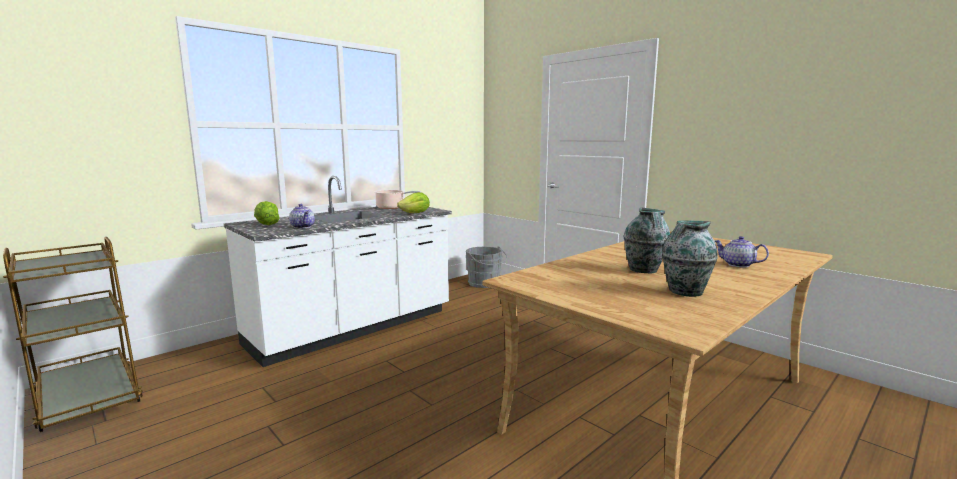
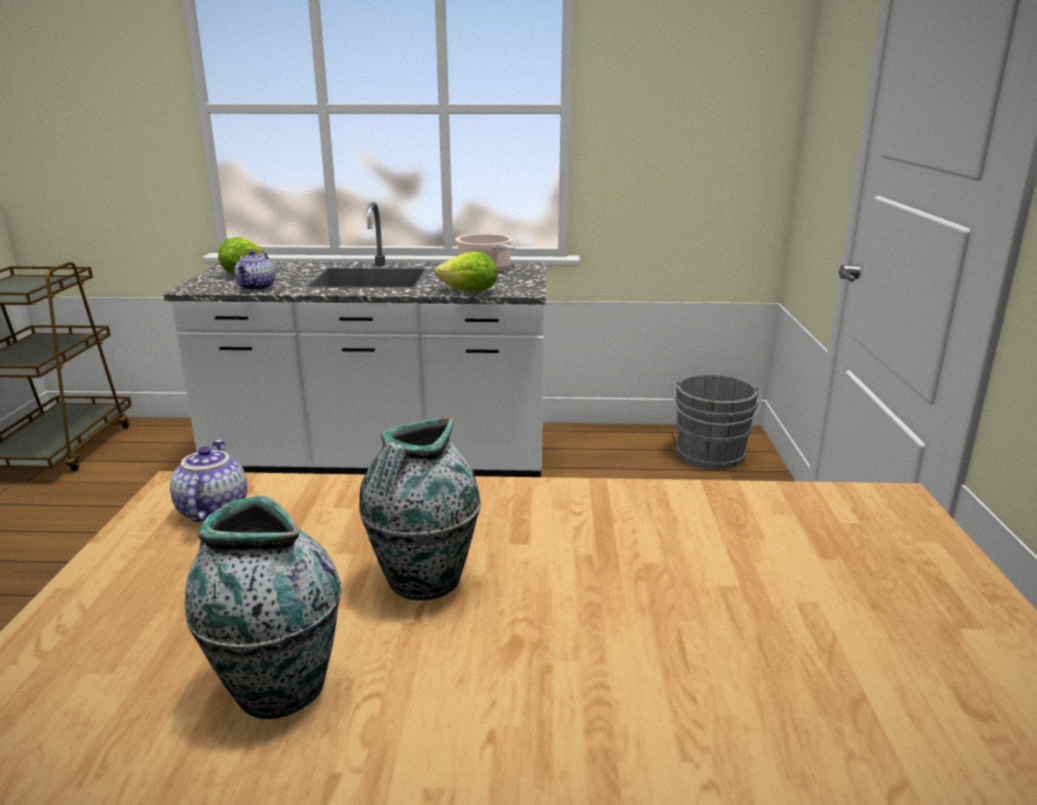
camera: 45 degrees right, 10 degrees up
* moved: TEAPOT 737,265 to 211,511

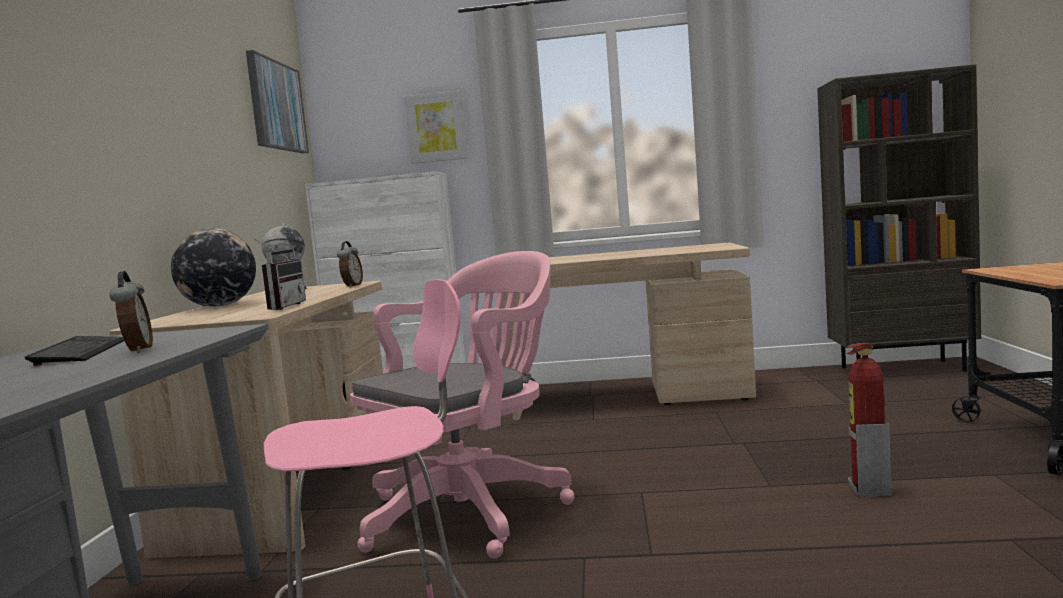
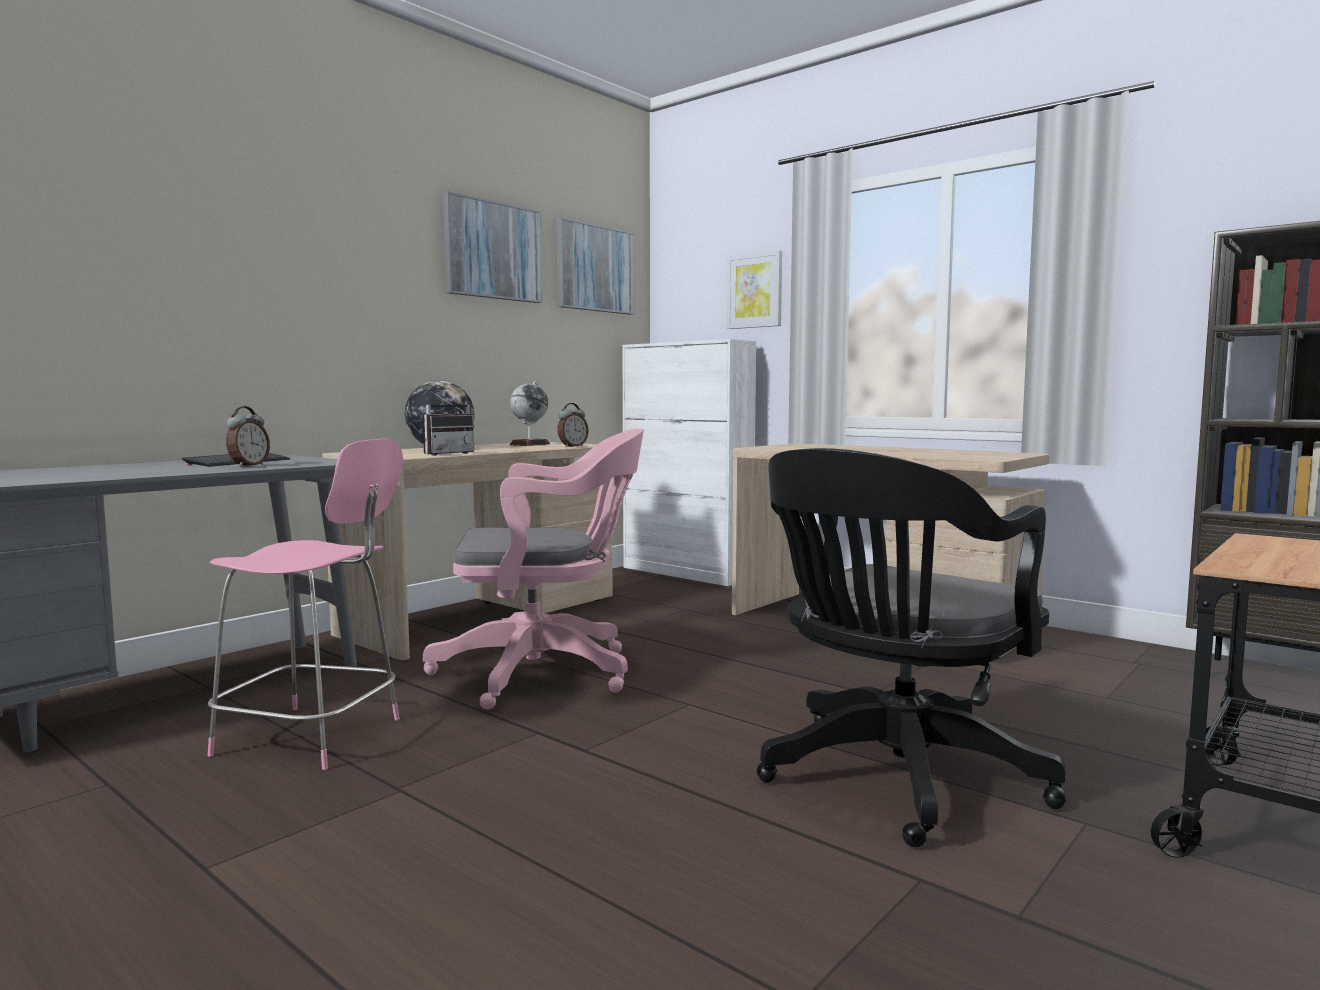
camera: 35 degrees right, 0 degrees up
* replaced: FIRE EXTINGUISHER 868,490 to BLACK OFFICE CHAIR 894,780
* added: PICTURE 492,250

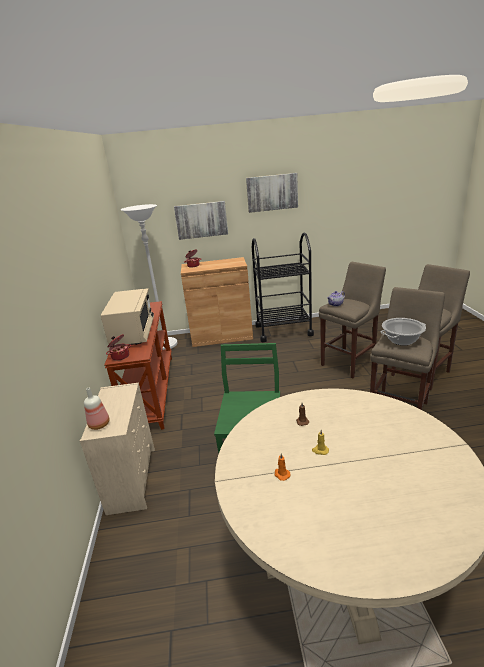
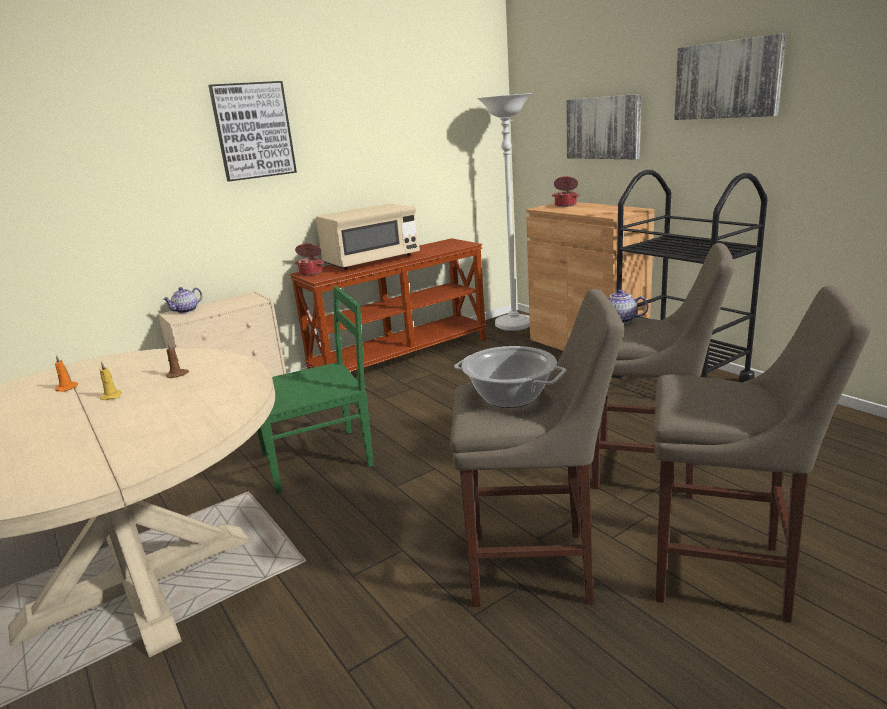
camera: 60 degrees right, 5 degrees down
* replaced: BOTTLE 100,424 to TEAPOT 186,311
* added: PICTURE 253,131

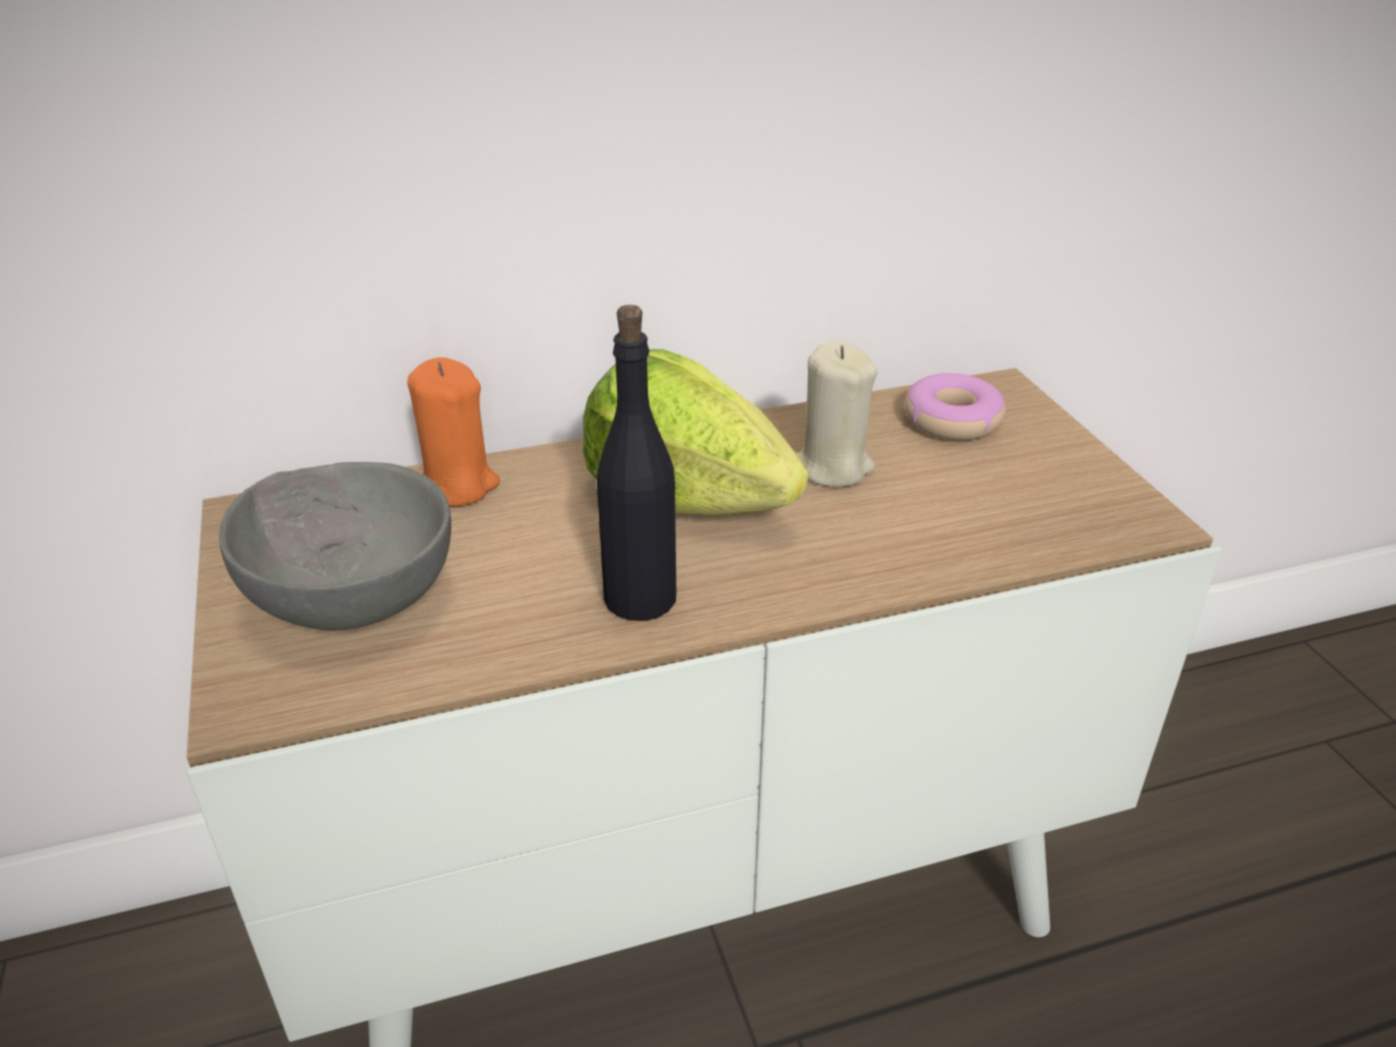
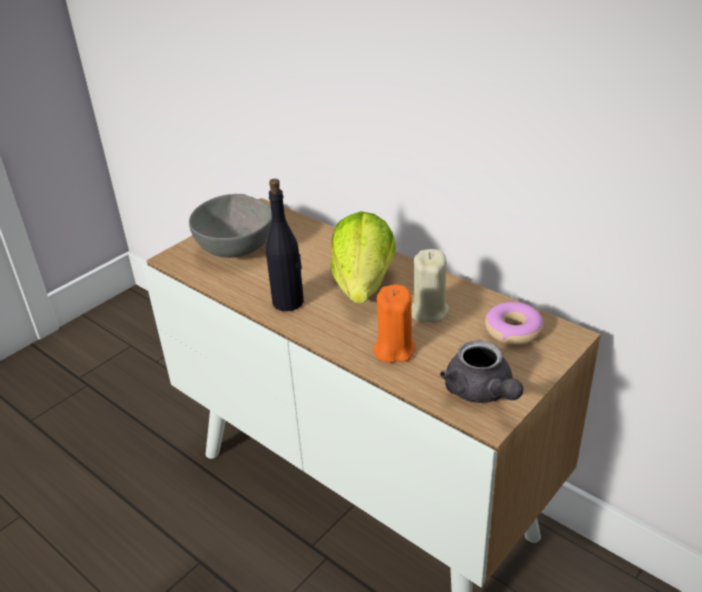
camera: 60 degrees right, 0 degrees up
* moved: ORANGE CANDLE 456,485 to 394,349
* added: GREY TEAPOT 481,392

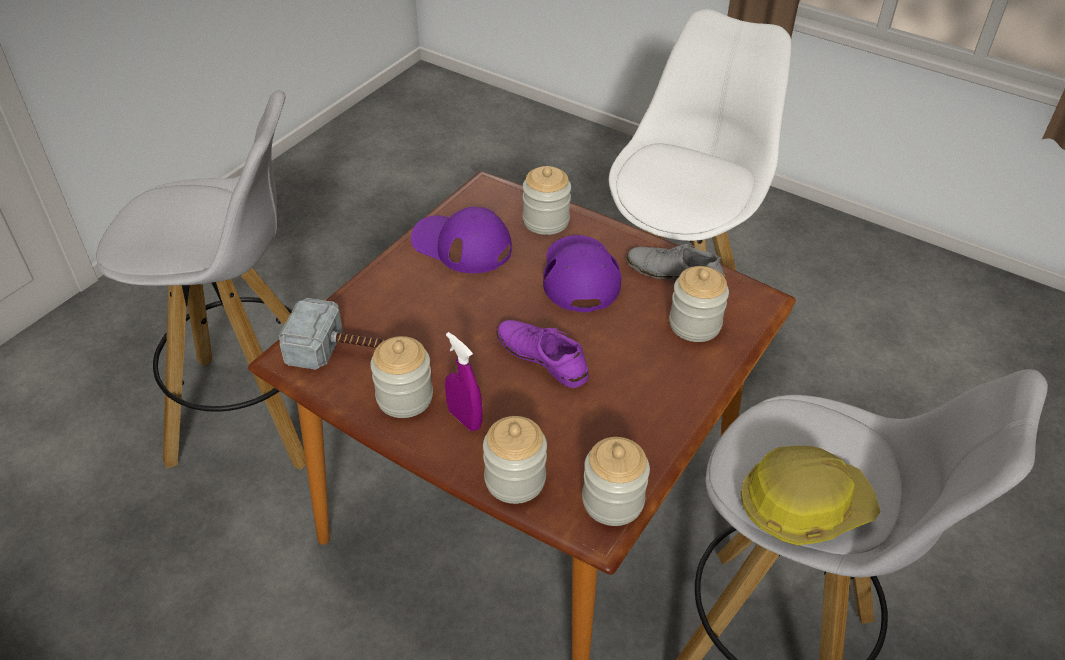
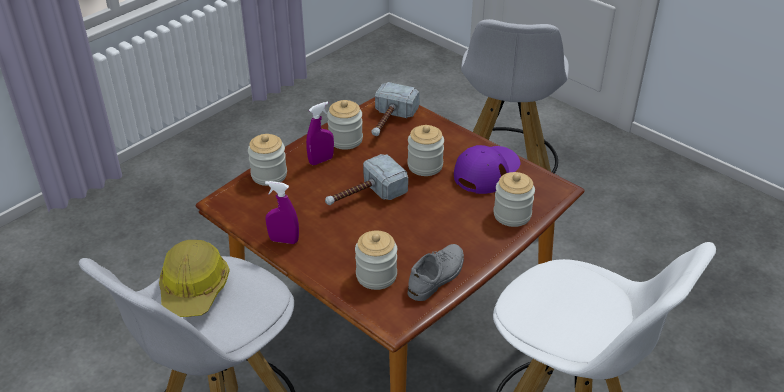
camera: 100 degrees right, 5 degrees down
* replaced: PURPLE SHOE 542,357 to HAMMER 363,196
* removed: PURPLE CAP 580,275
* moved: JAR 613,501 to 425,166
* added: PURPLE SPRAY BOTTLE 284,240

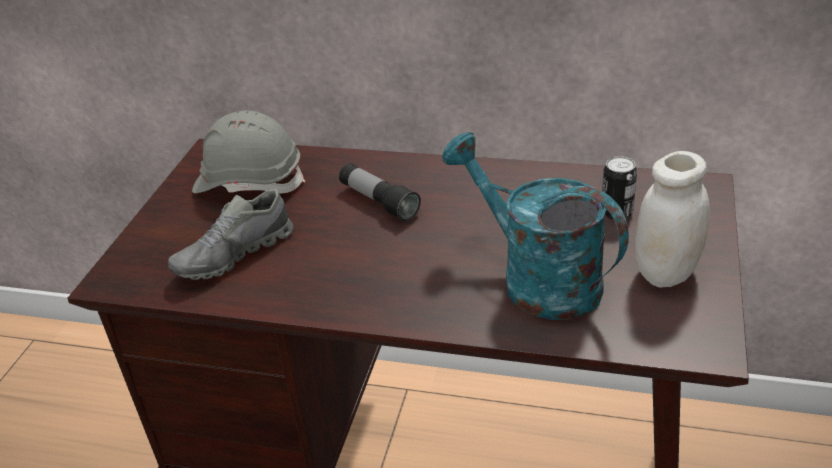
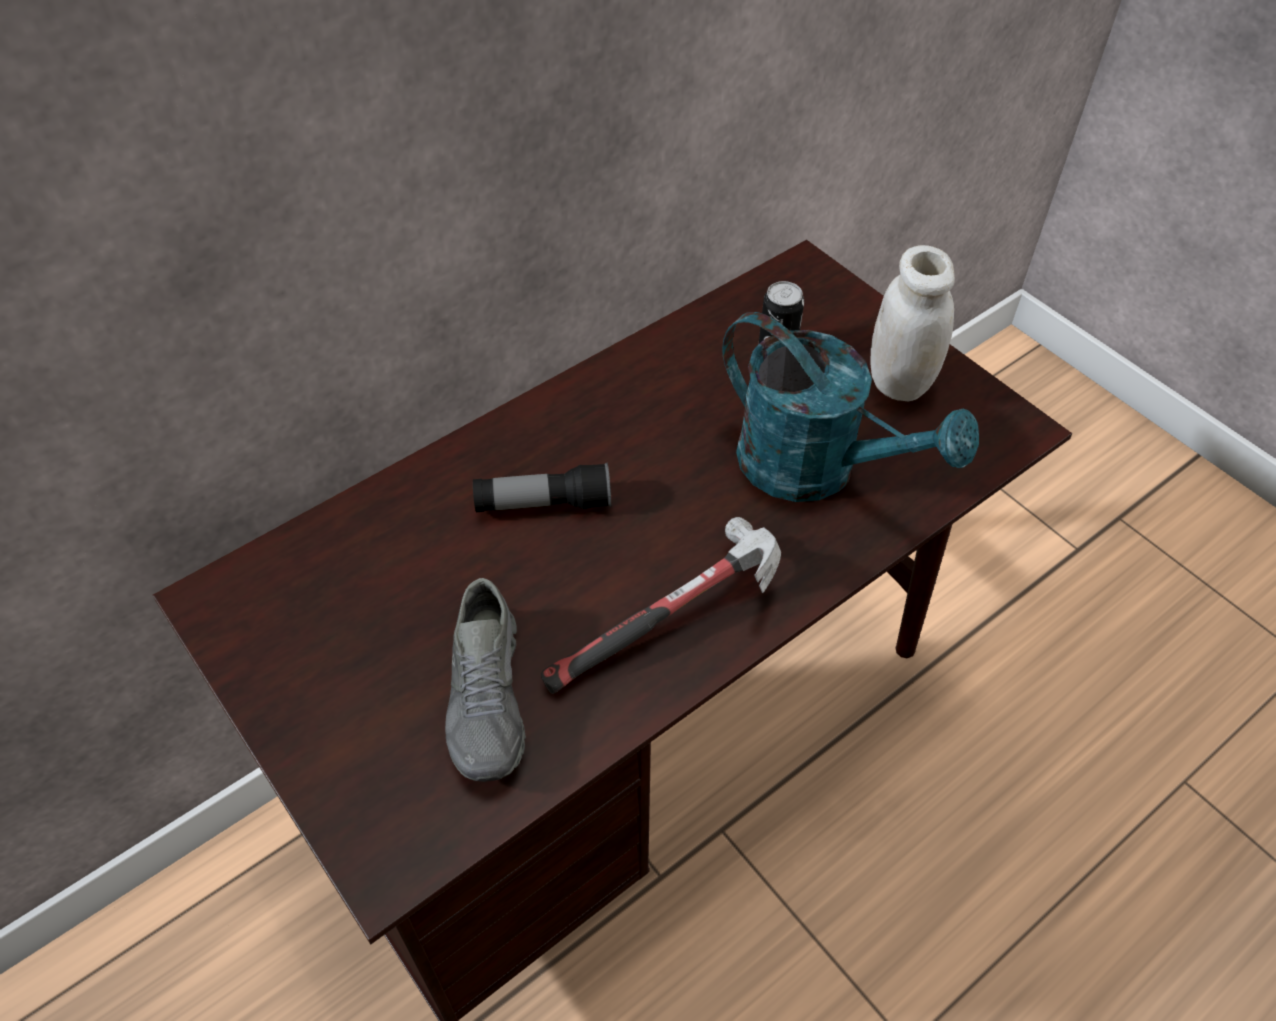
camera: 55 degrees left, 15 degrees up
* removed: GREY HARD HAT 249,182
* turned: TURQUOISE WATERING CAN 536,278 = 816,469 135 degrees counterclockwise
* added: HAMMER 670,622

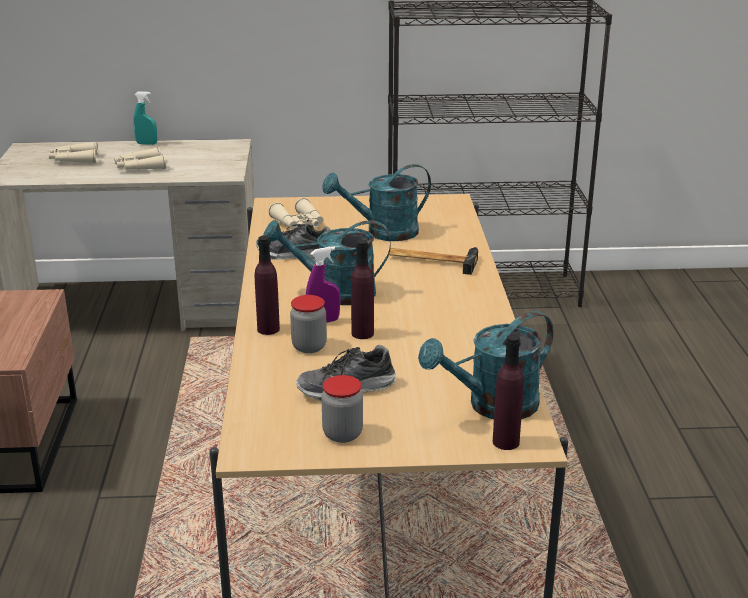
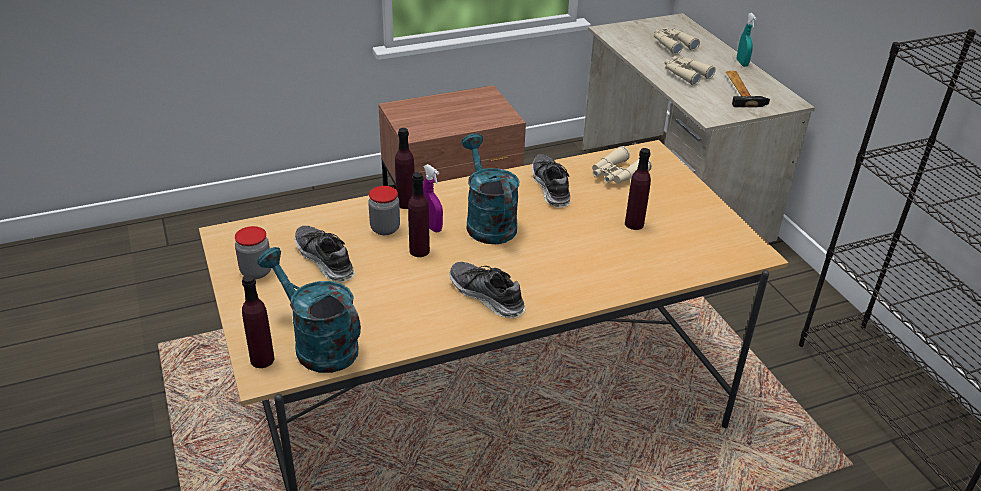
camera: 70 degrees right, 10 degrees up
* replaced: TURQUOISE WATERING CAN 383,233 to PURPLE BOTTLE 634,224
* moved: HAMMER 432,260 to 741,91
* added: SHOE 486,296

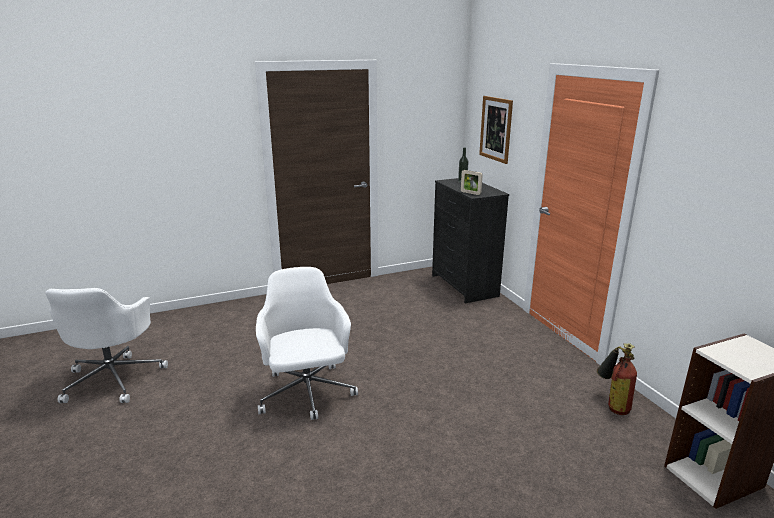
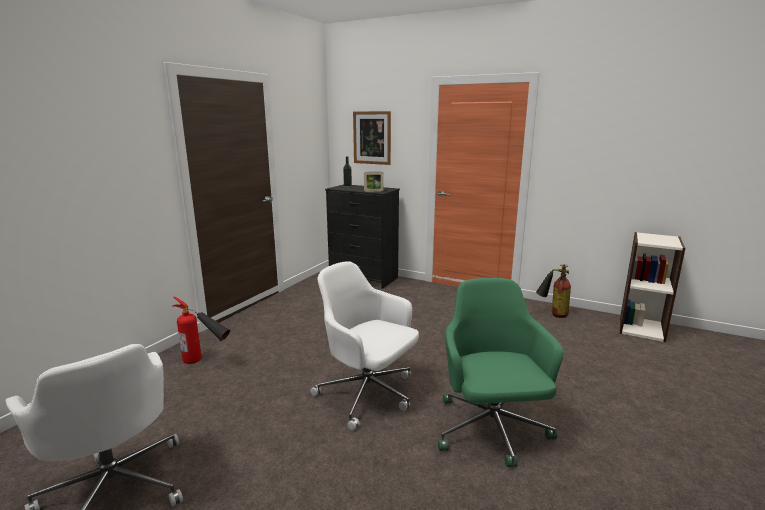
camera: 40 degrees left, 5 degrees down
* added: FIRE EXTINGUISHER 205,362
* added: GREEN OFFICE CHAIR 491,430

